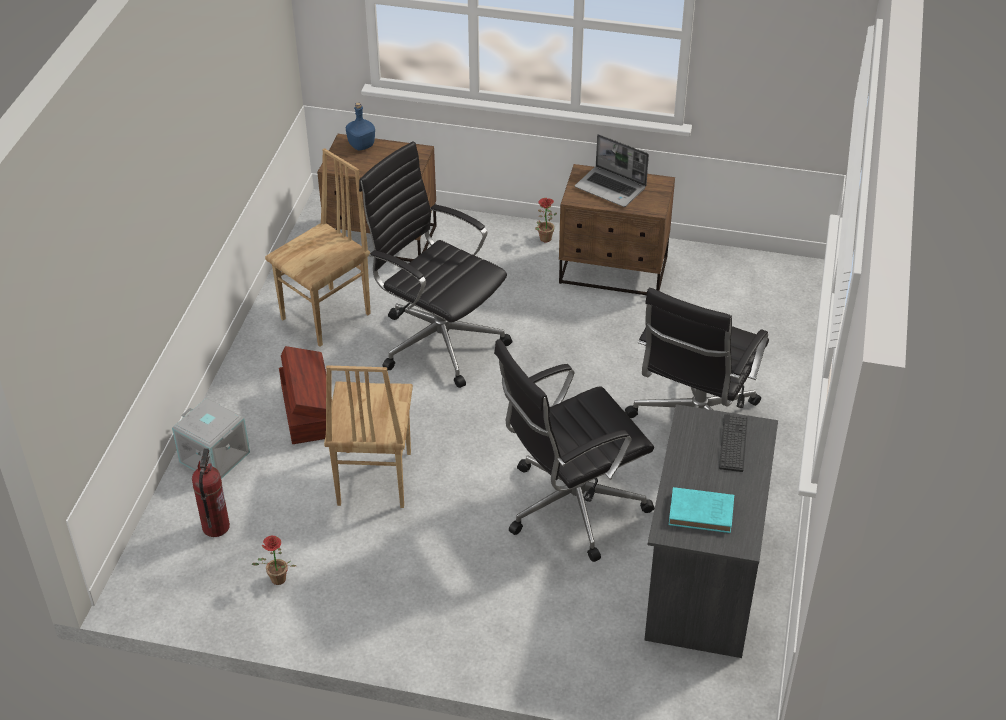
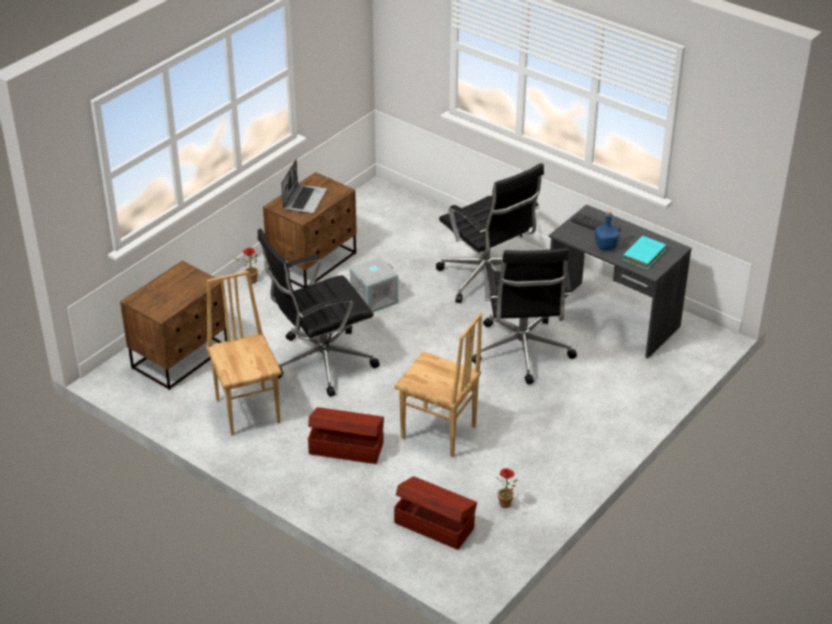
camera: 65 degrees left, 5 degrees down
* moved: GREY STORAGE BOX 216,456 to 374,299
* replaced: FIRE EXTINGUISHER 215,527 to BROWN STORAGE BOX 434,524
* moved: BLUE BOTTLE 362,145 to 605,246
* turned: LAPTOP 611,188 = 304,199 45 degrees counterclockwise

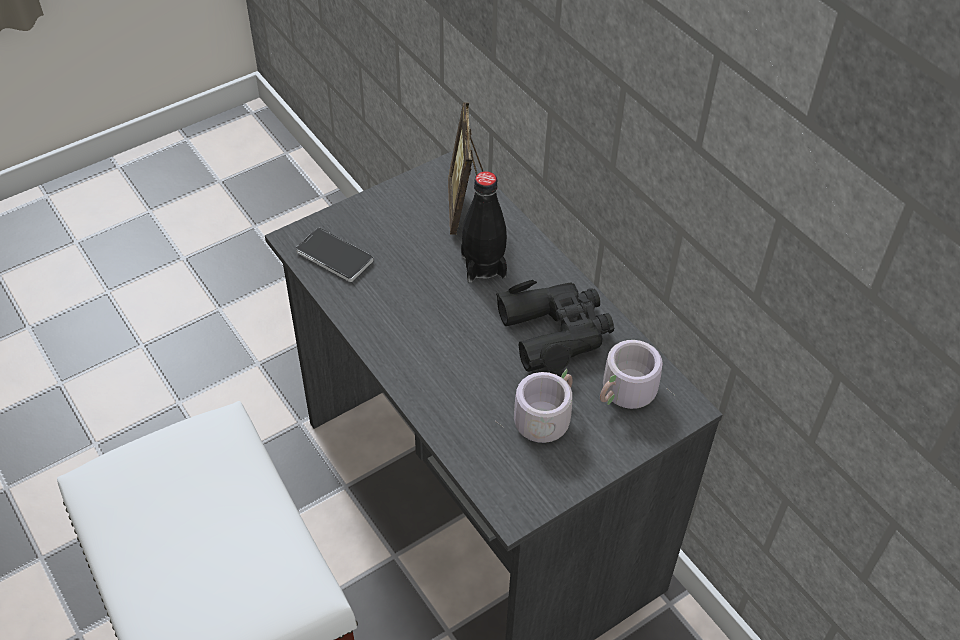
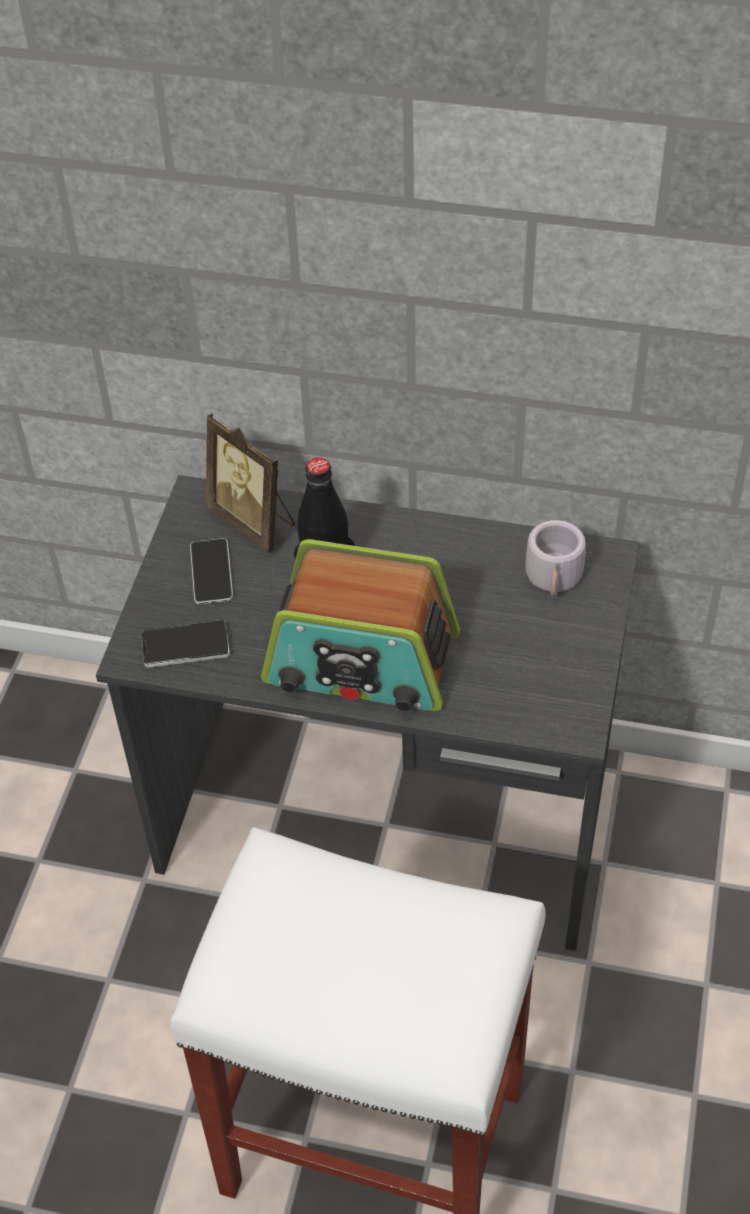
camera: 40 degrees left, 0 degrees up
* removed: BLACK BINOCULARS 556,331
* removed: GREY MUG 543,415
* added: PHONE 211,572
* added: RADIO 361,661

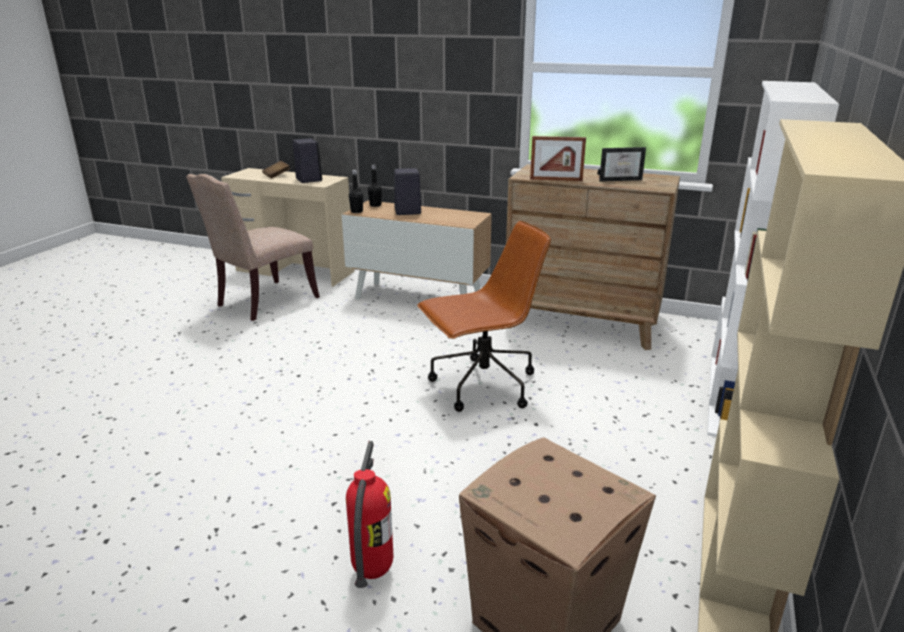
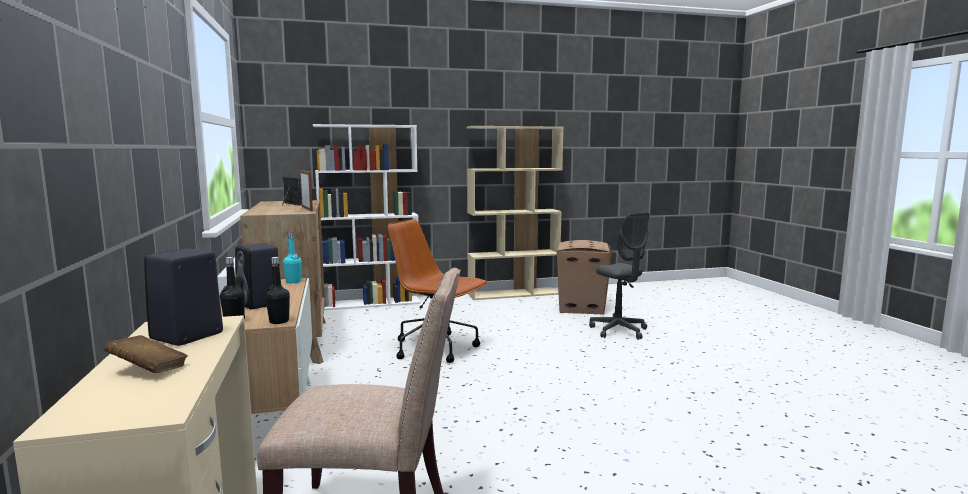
camera: 125 degrees left, 15 degrees down
* replaced: FIRE EXTINGUISHER 371,571 to GREY OFFICE CHAIR 618,331
* added: TURQUOISE BOTTLE 293,282

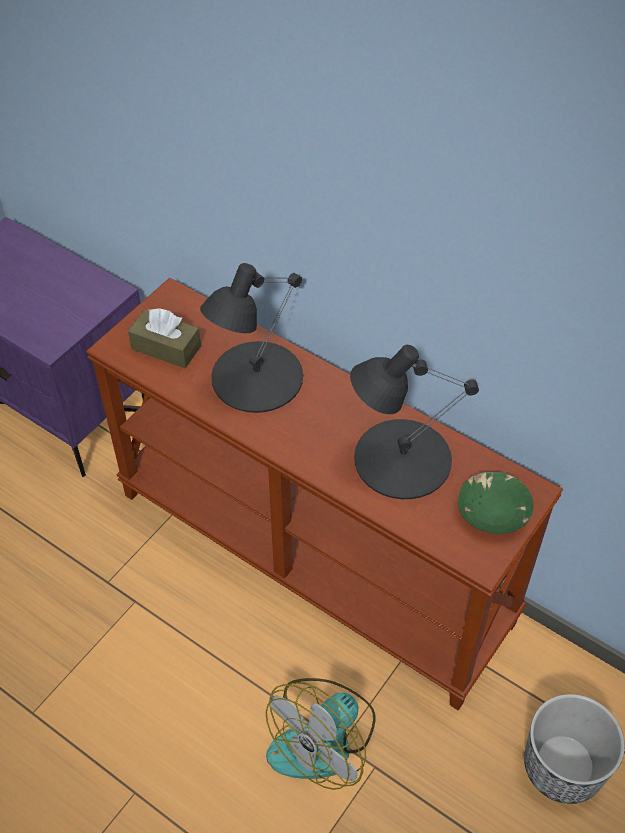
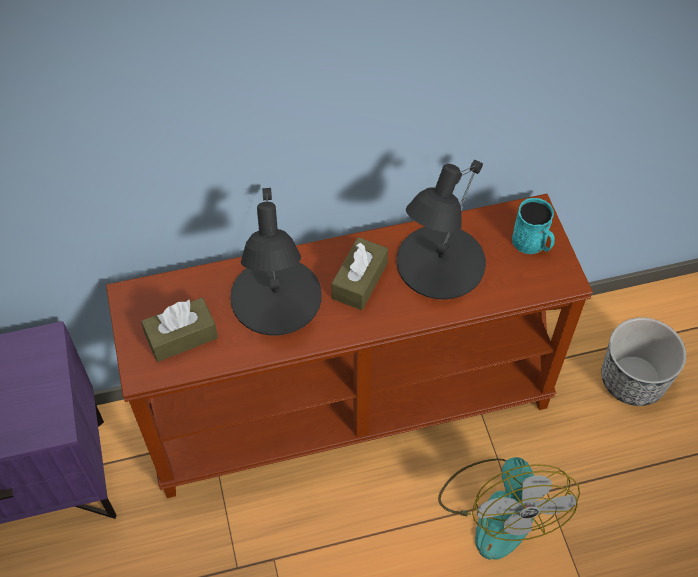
camera: 50 degrees left, 5 degrees up
* replaced: GREEN BOWL 494,511 to TURQUOISE MUG 532,243
* added: BROWN TISSUE BOX 359,281

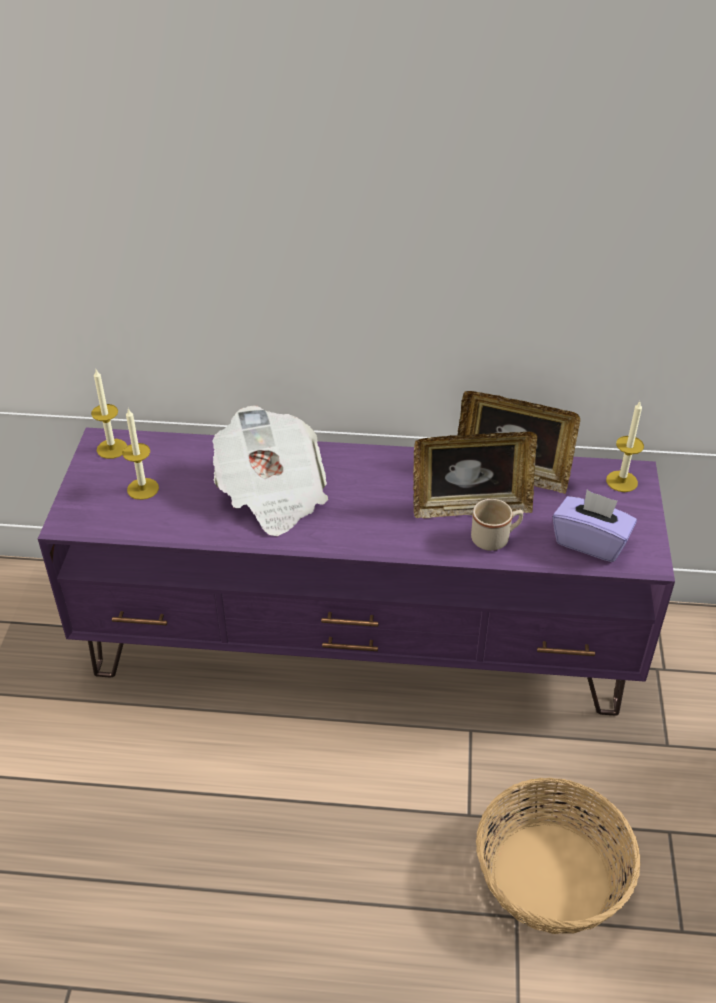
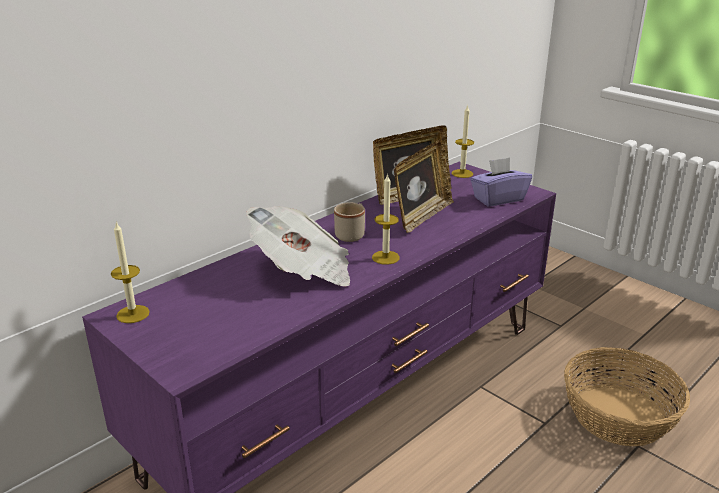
camera: 50 degrees left, 15 degrees down
* moved: CANDLE 143,489 to 385,257
* moved: BEIGE MUG 495,538 to 352,234

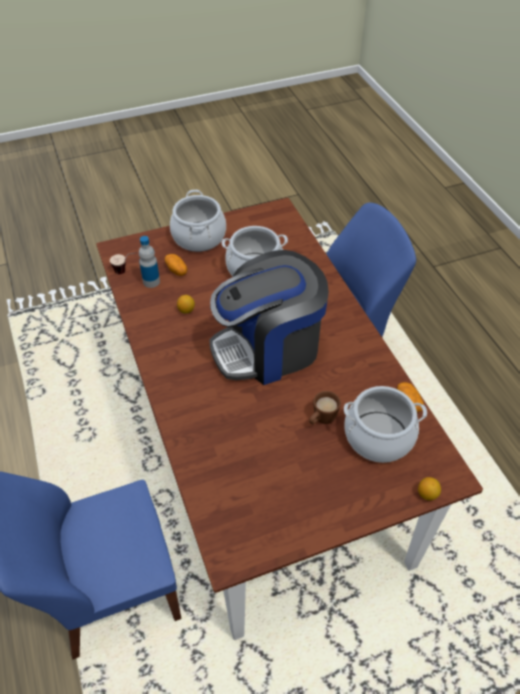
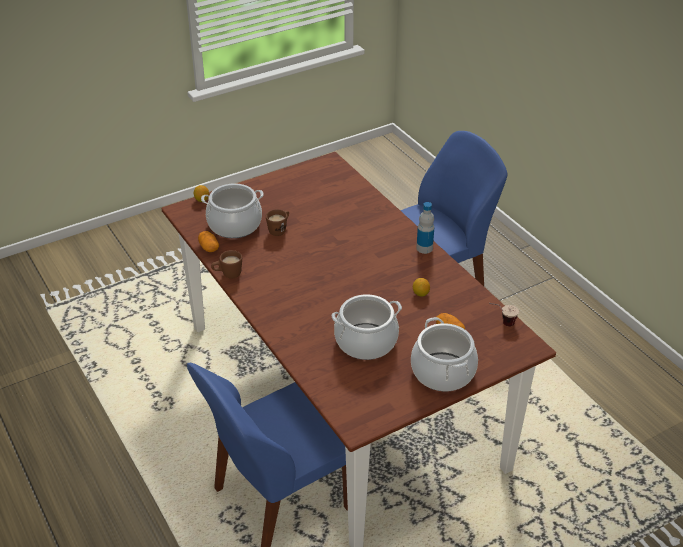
camera: 170 degrees right, 10 degrees down
* moved: BOTTLE 151,281 to 424,248
* removed: COFFEE MACHINE 268,348
* added: BROWN MUG 227,274

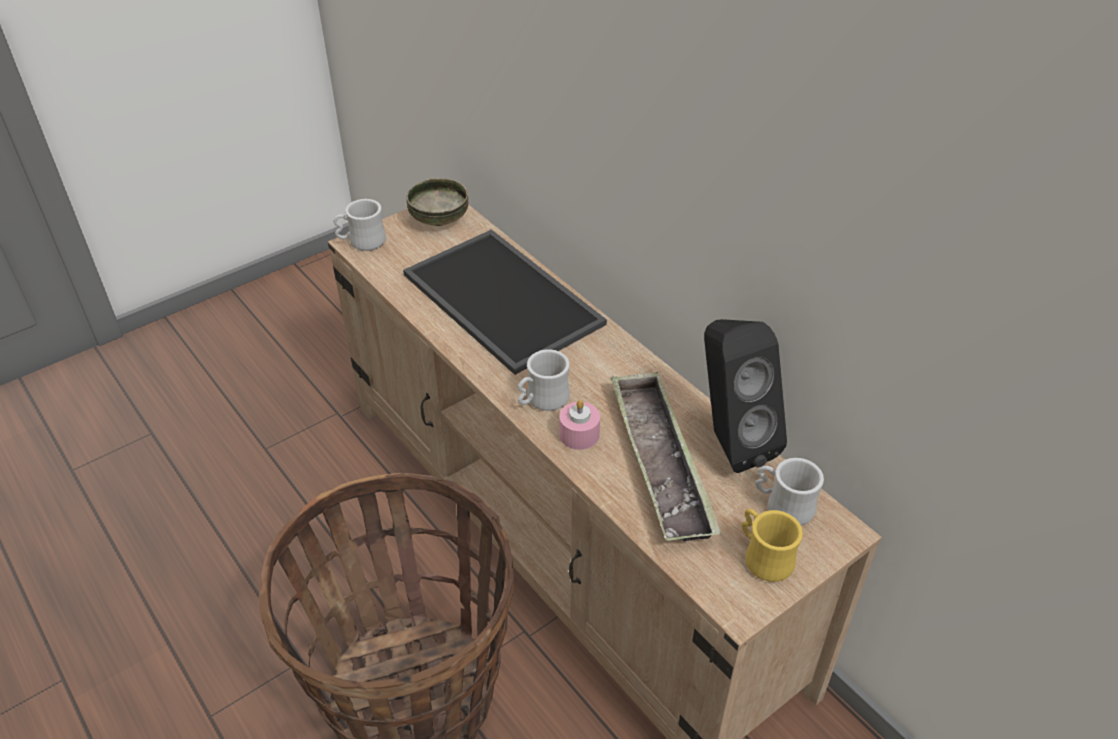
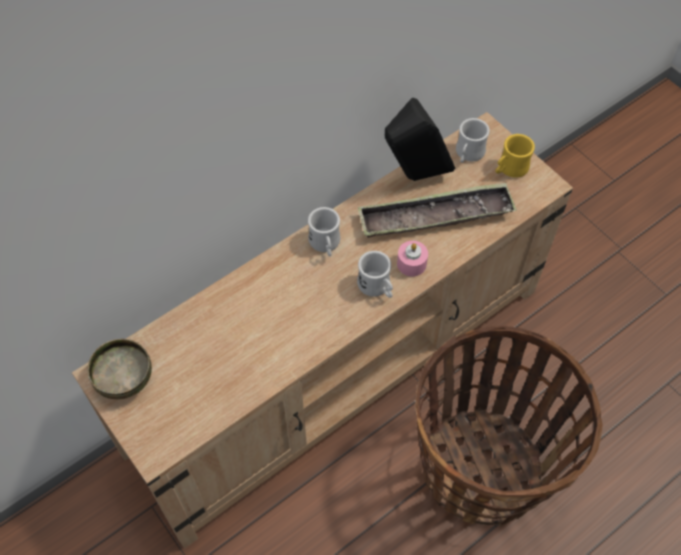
camera: 90 degrees left, 15 degrees up
* moved: WHITE MUG 361,242 to 325,244
* removed: TRAY 506,299

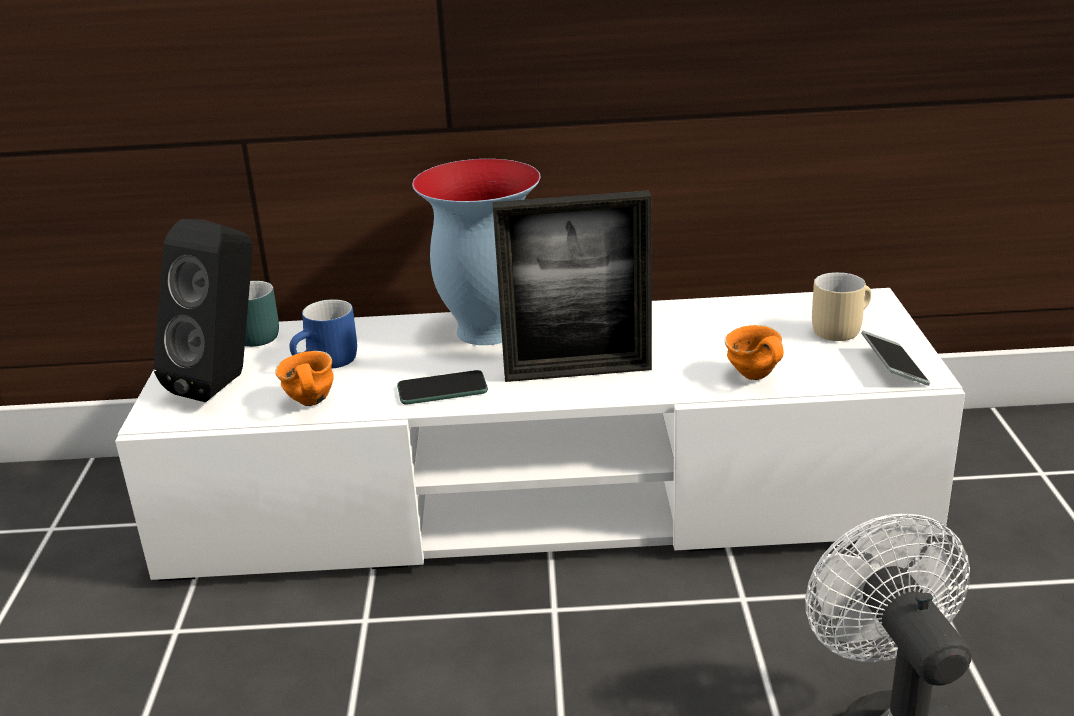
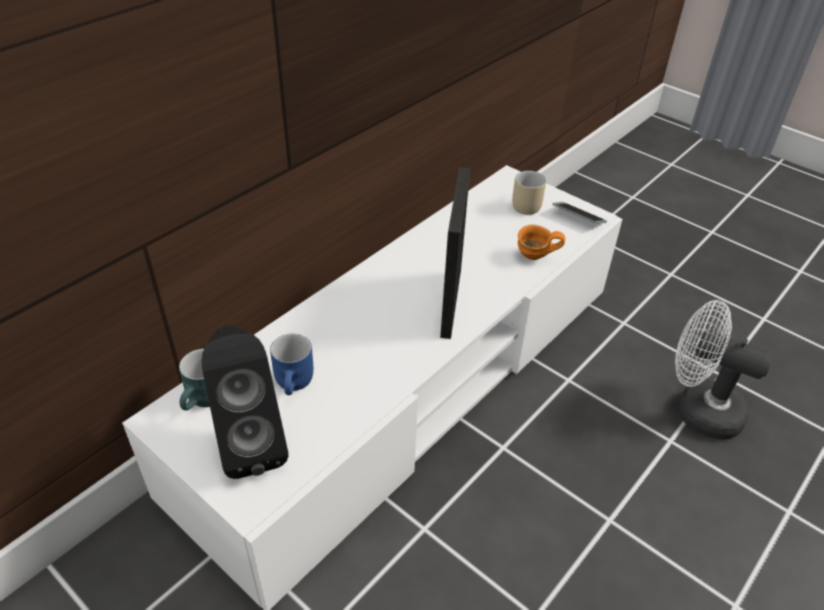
camera: 50 degrees left, 15 degrees up
* removed: ORANGE MUG 307,404
* removed: PHONE 442,389
* removed: VASE 487,331
* turned: PICTURE FRAME 577,372 = 451,302 150 degrees clockwise

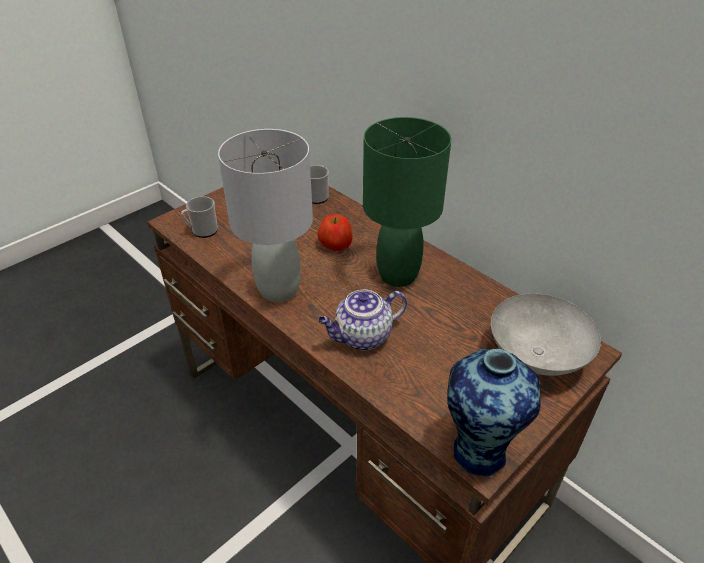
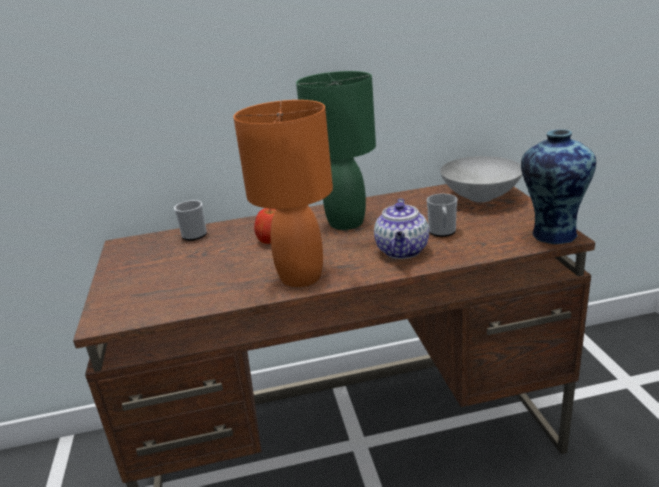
camera: 55 degrees left, 15 degrees down
* moved: MUG 202,231 to 442,232
* recoloured: GREY TABLE LAMP 279,289 to ORANGE TABLE LAMP 300,277

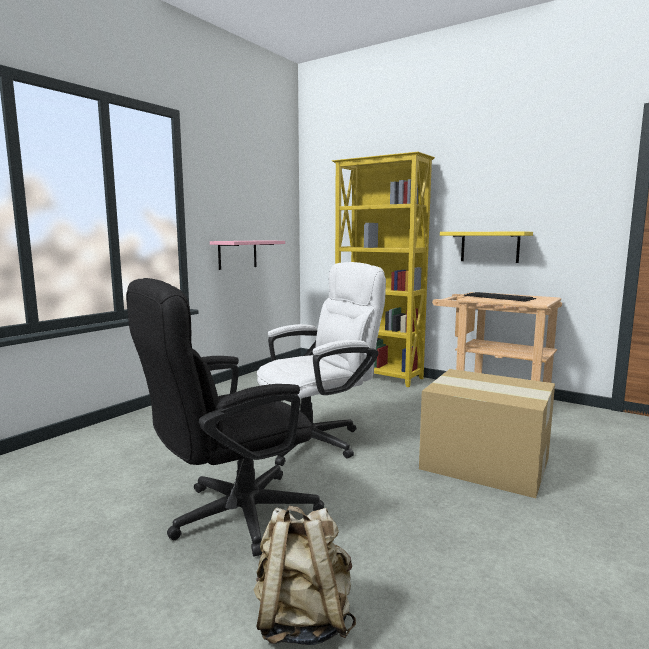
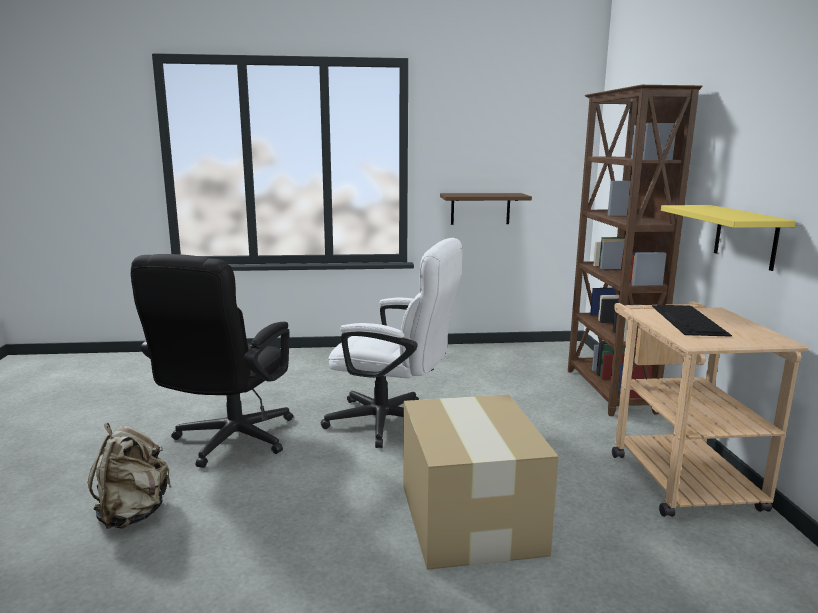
camera: 50 degrees right, 5 degrees up
* turned: BLACK OFFICE CHAIR 230,517 = 228,443 90 degrees counterclockwise
* recoloured: PINK SHELF 237,254 to BROWN SHELF 480,208
* recoloured: YELLOW BOOKCASE 378,376 to BROWN BOOKCASE 608,391

